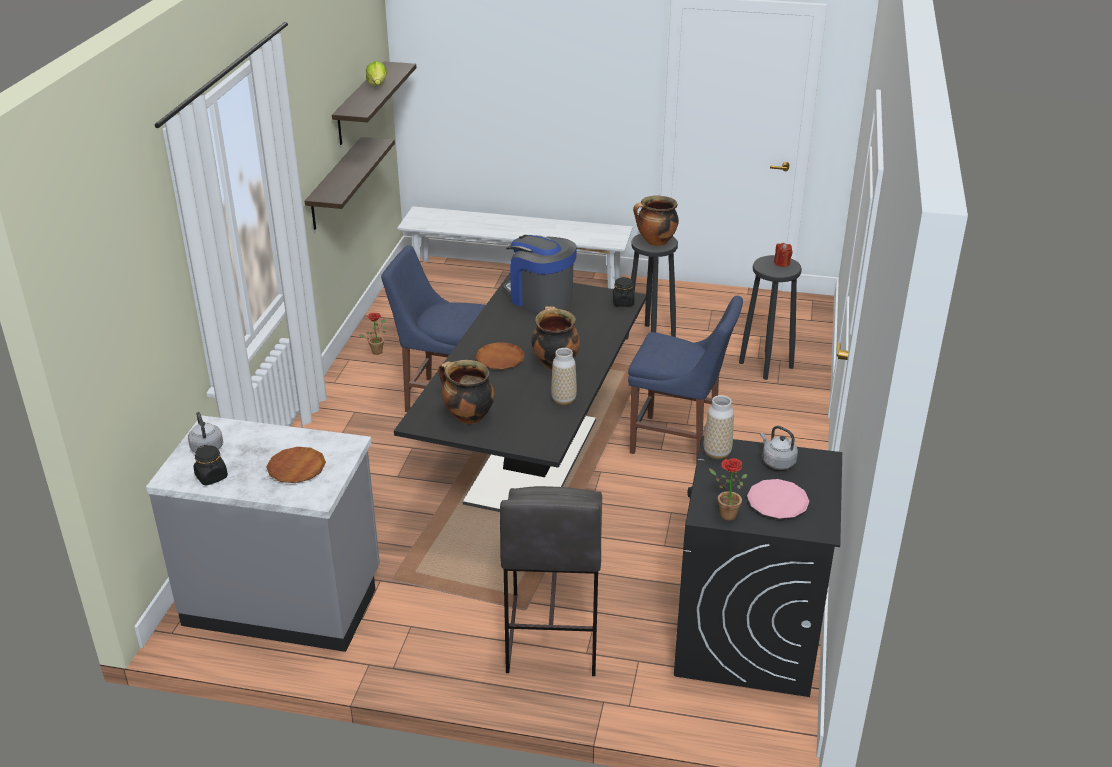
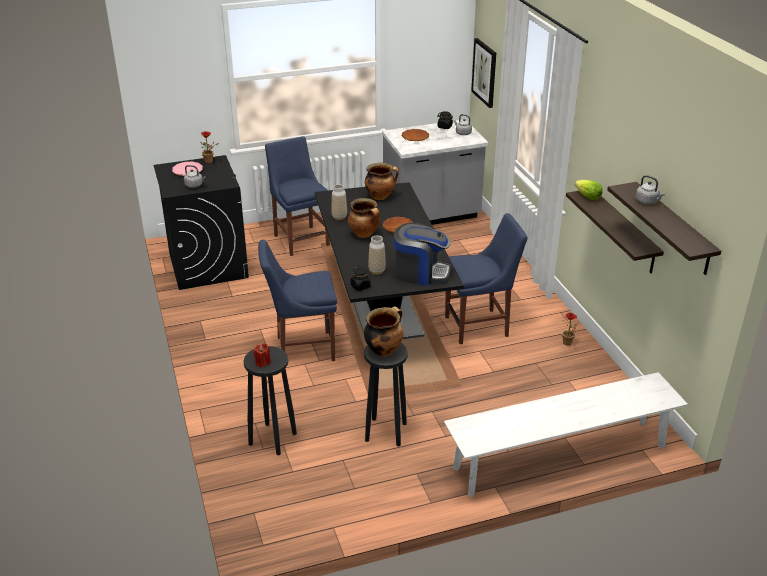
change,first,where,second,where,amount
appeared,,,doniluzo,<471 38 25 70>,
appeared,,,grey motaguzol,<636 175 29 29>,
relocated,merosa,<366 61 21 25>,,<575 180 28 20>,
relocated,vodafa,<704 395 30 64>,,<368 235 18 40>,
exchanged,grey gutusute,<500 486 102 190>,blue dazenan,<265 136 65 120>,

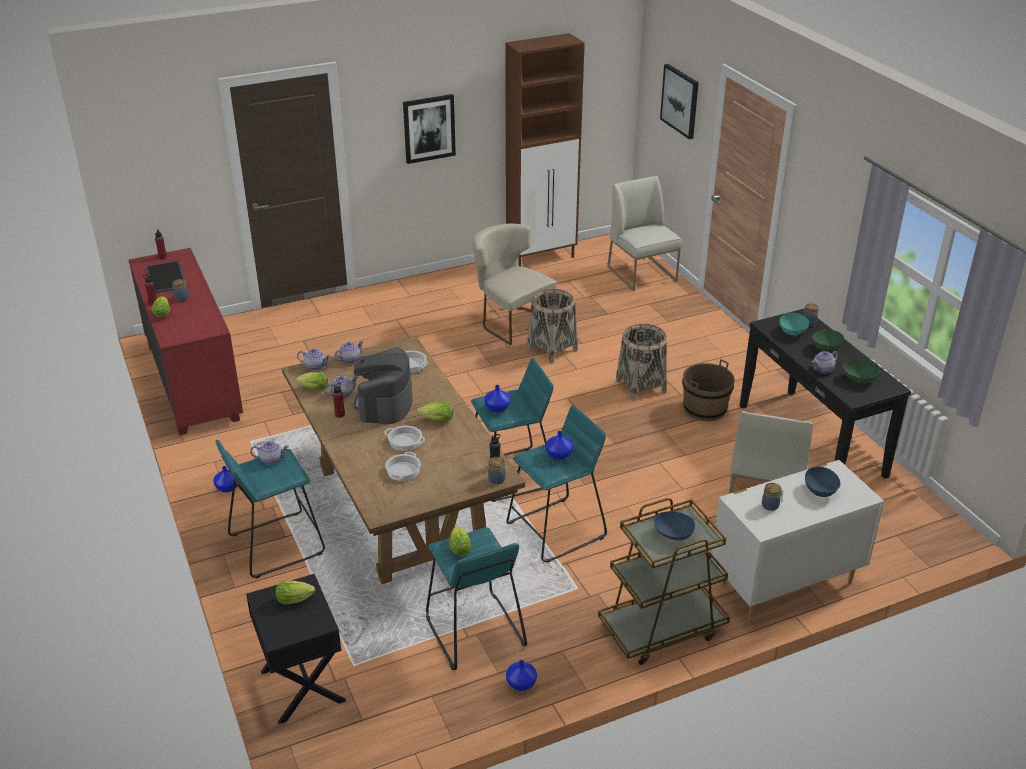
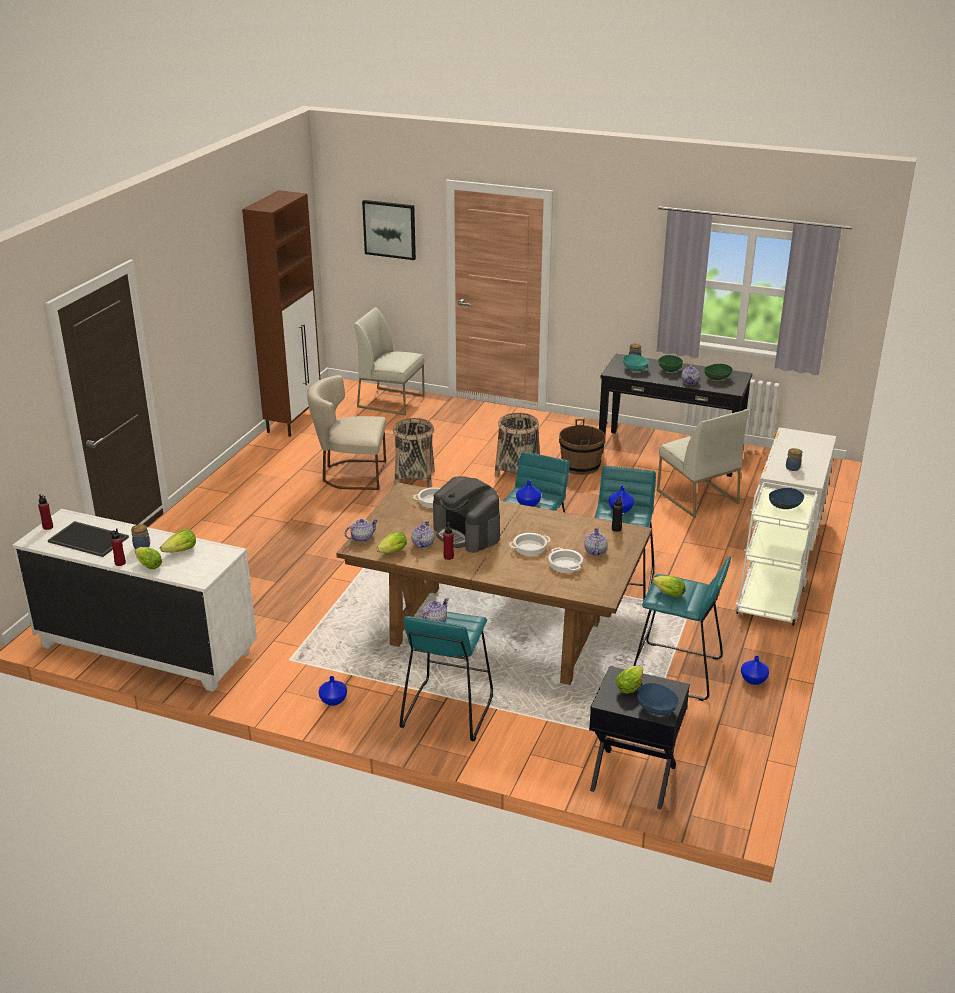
change,first,where,second,where,amount
missing,doniluzo,<403 94 53 70>,,,
missing,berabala,<488 457 18 27>,,,
relocated,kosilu,<334 340 30 24>,,<584 528 24 28>,
relocated,merosa,<416 402 37 20>,,<160 529 36 23>,
relocated,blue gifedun,<805 467 35 30>,,<637 683 42 32>,
colour,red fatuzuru,<129 248 114 187>,white fatuzuru,<12 509 245 183>,
colour,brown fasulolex,<598 498 132 167>,white fasulolex,<735 482 83 144>,

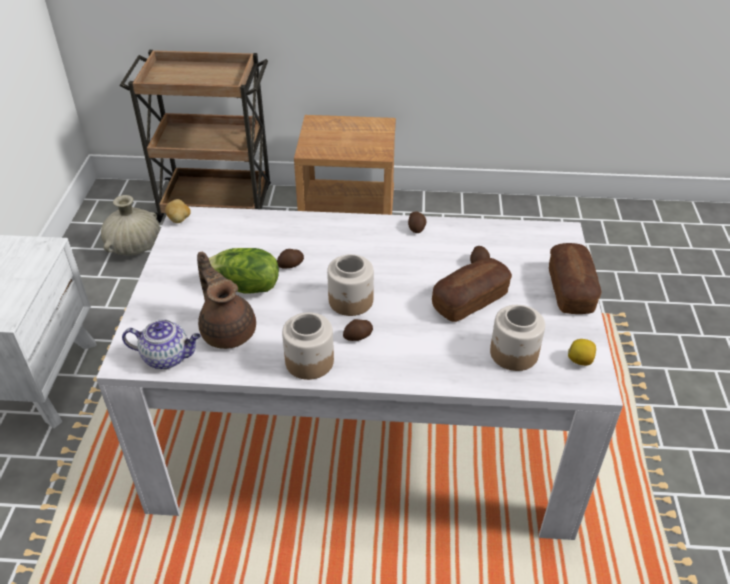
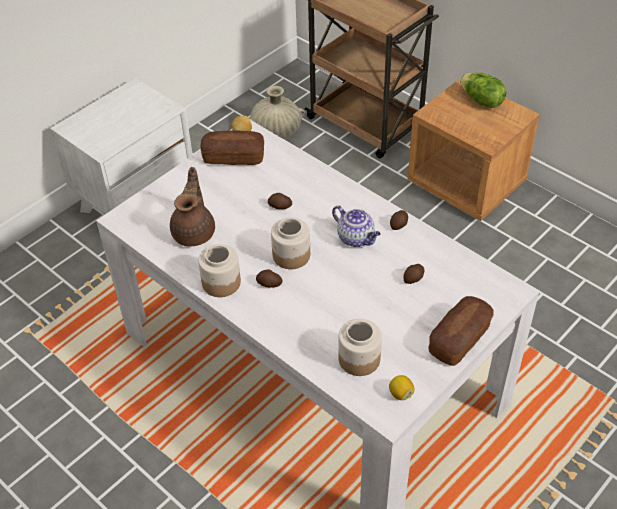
change,first,where,second,where,amount
relocated,kosilu,<122 319 79 50>,,<332 205 49 42>,
relocated,merosa,<209 248 70 45>,,<460 72 46 36>,
relocated,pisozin,<432 258 80 64>,,<200 130 64 35>,

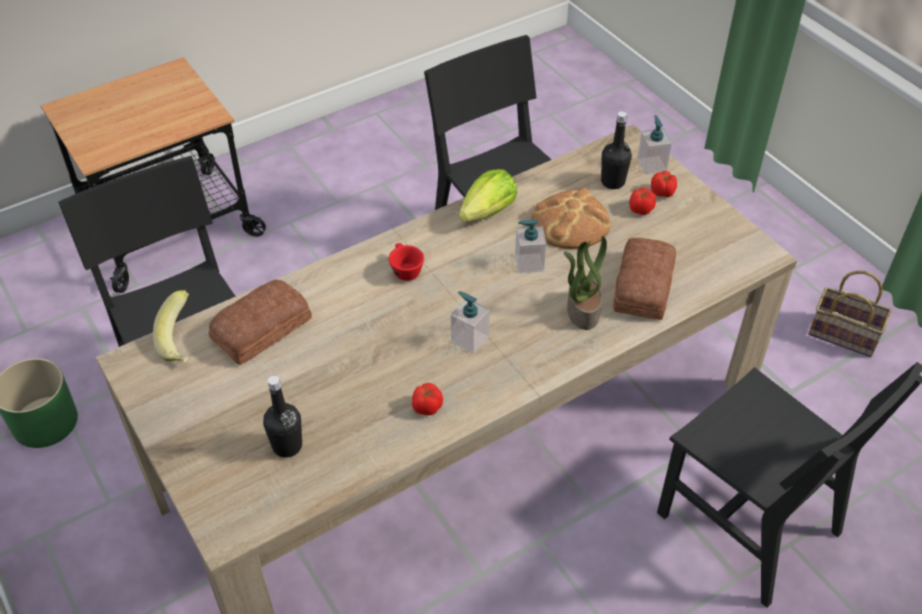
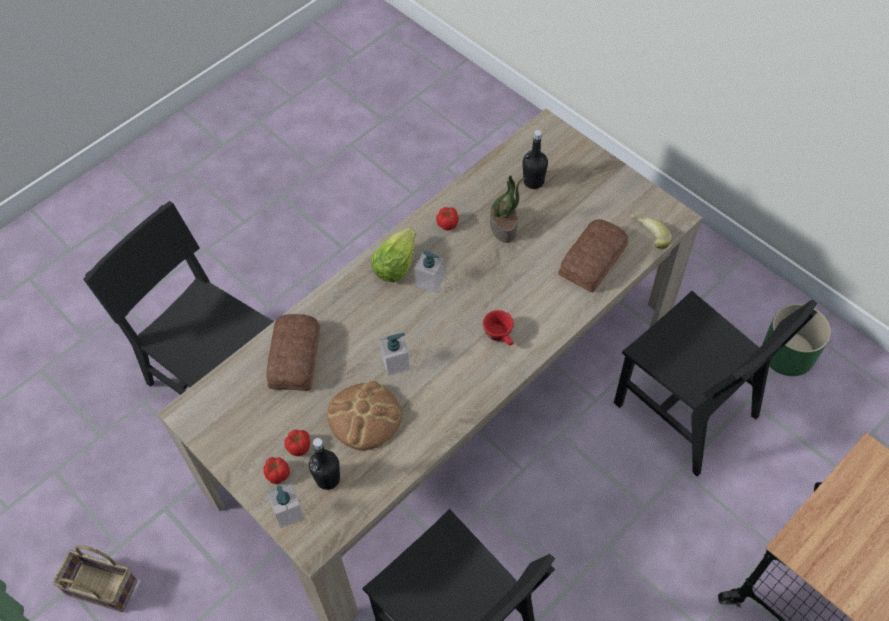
change,first,where,second,where,amount
relocated,merosa,<459 169 58 53>,,<371 228 45 55>,
relocated,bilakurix,<564 236 43 94>,,<490 175 35 68>,

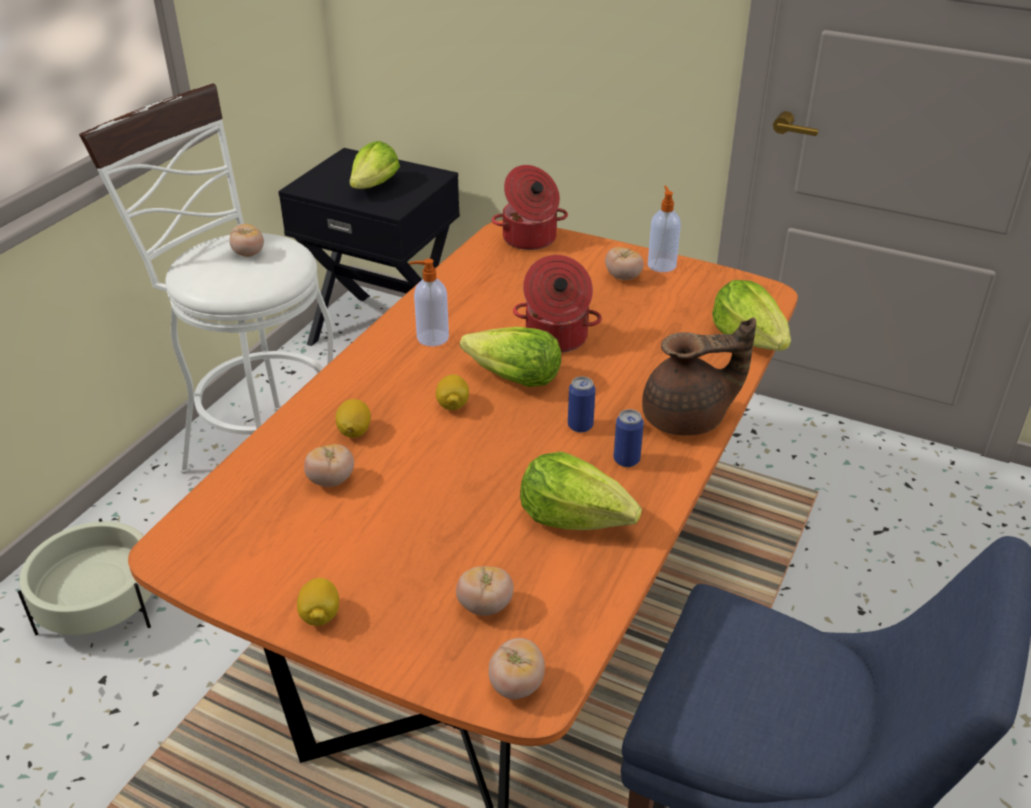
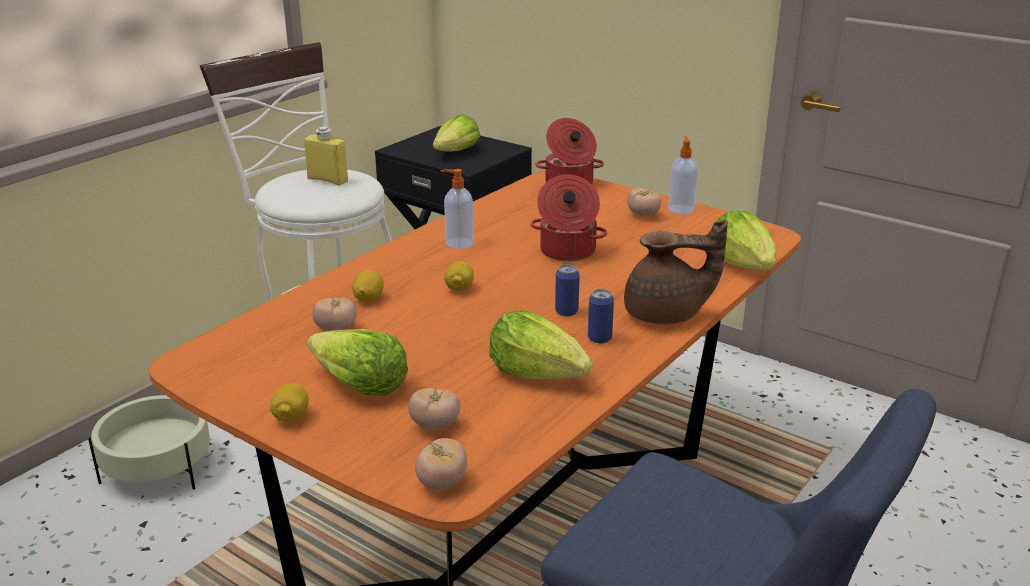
change,first,where,second,where,amount
relocated,merosa,<460 327 101 60>,,<307 329 101 67>,
exchanged,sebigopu,<229 224 35 33>,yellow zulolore,<304 127 44 59>,

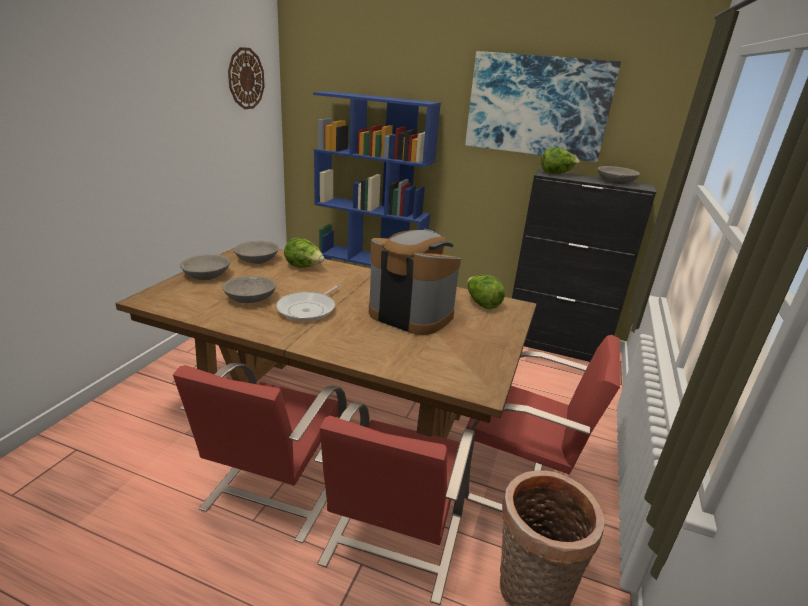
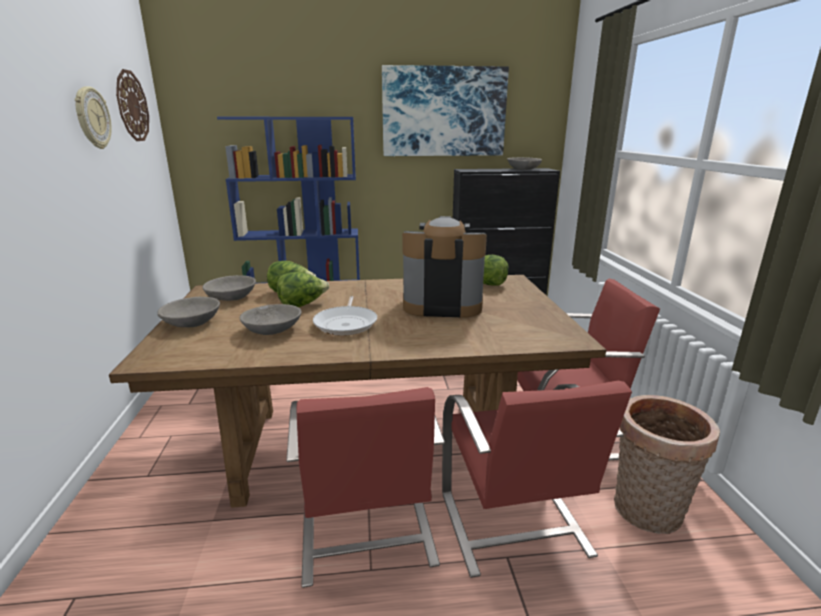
change,first,where,second,where,amount
appeared,,,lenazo,<75 86 37 63>,
relocated,merosa,<541 148 39 26>,,<277 272 52 35>,

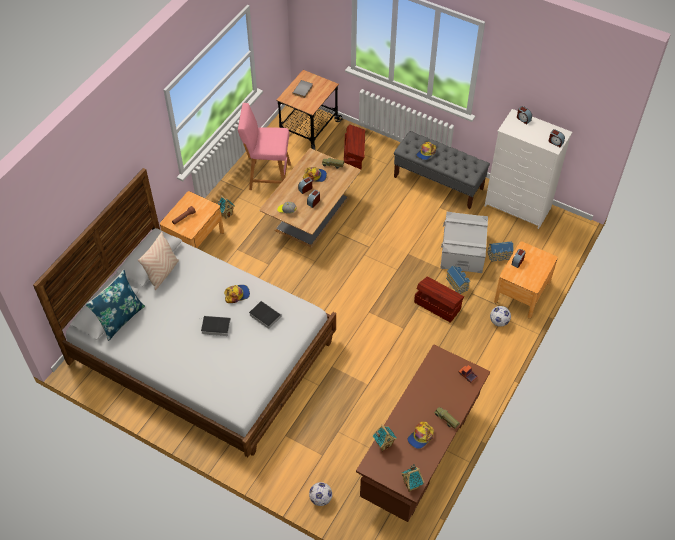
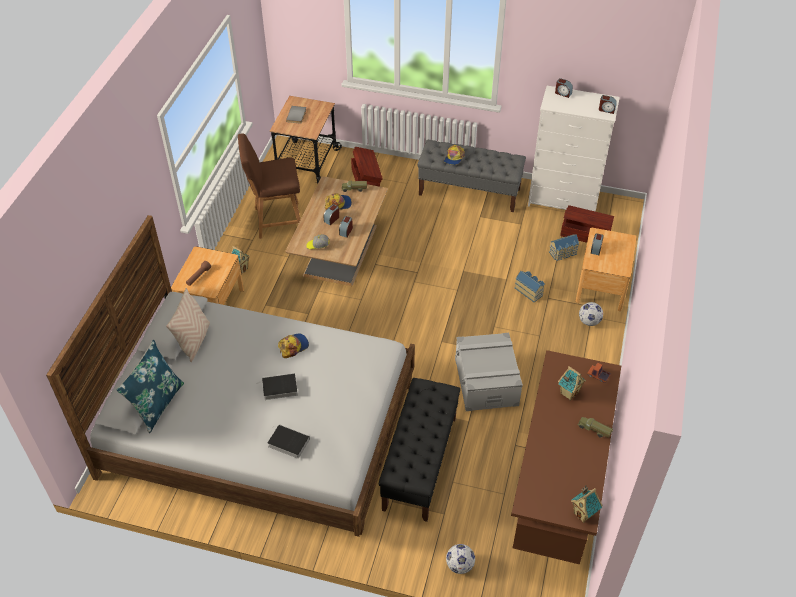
change,first,where,second,where,amount
missing,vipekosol,<407 422 27 27>,,,
appeared,,,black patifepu,<379 378 81 144>,
relocated,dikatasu,<249 301 32 28>,,<268 424 42 35>,
relocated,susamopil,<373 424 24 27>,,<558 366 28 34>,
relocated,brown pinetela,<414 276 50 47>,,<560 205 54 38>,
relocated,grey pinetela,<440 212 48 61>,,<455 332 68 79>,
colour,pink gutusute,<238 103 53 87>,brown gutusute,<238 133 63 106>,

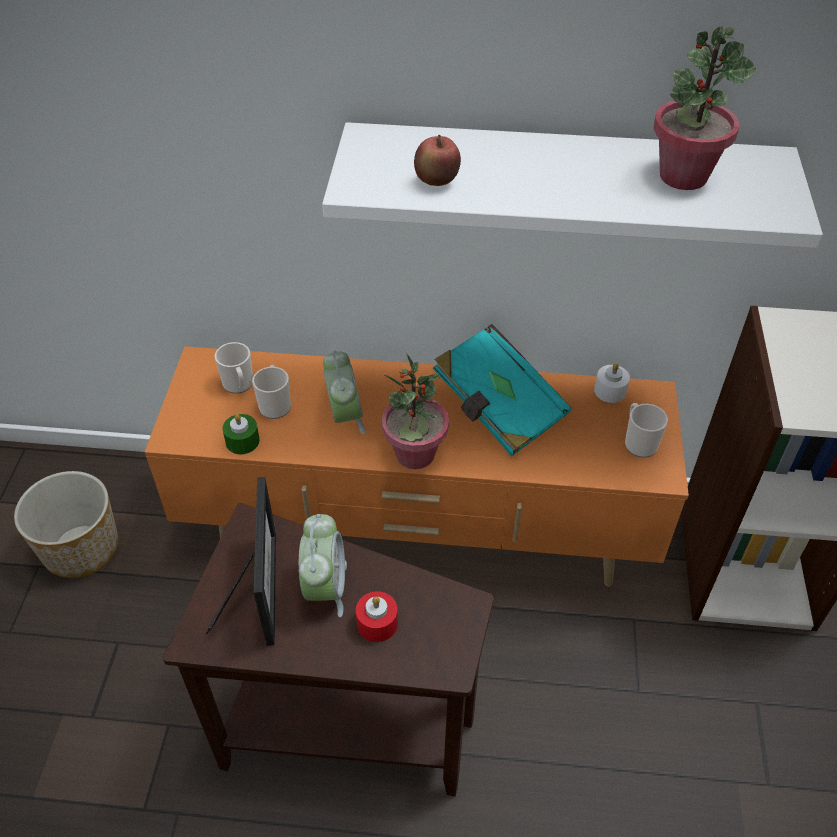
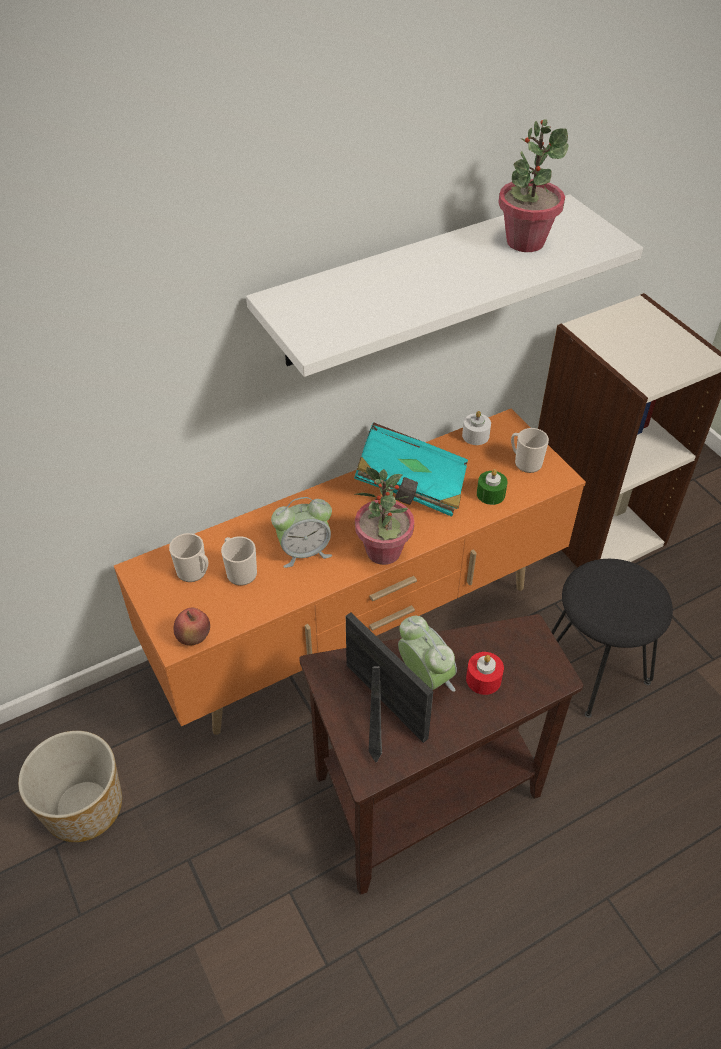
change,first,where,second,where,amount
appeared,,,black gutusute,<551 559 122 159>,
relocated,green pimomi,<222 414 38 40>,,<477 469 31 36>,
relocated,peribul,<414 135 47 51>,,<174 608 36 37>,
spun,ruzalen,<323 350 42 84>,,<271 497 61 71>,120 degrees clockwise

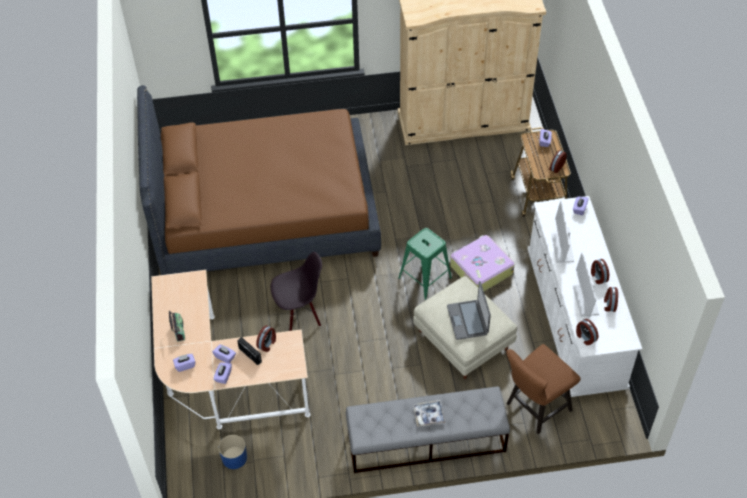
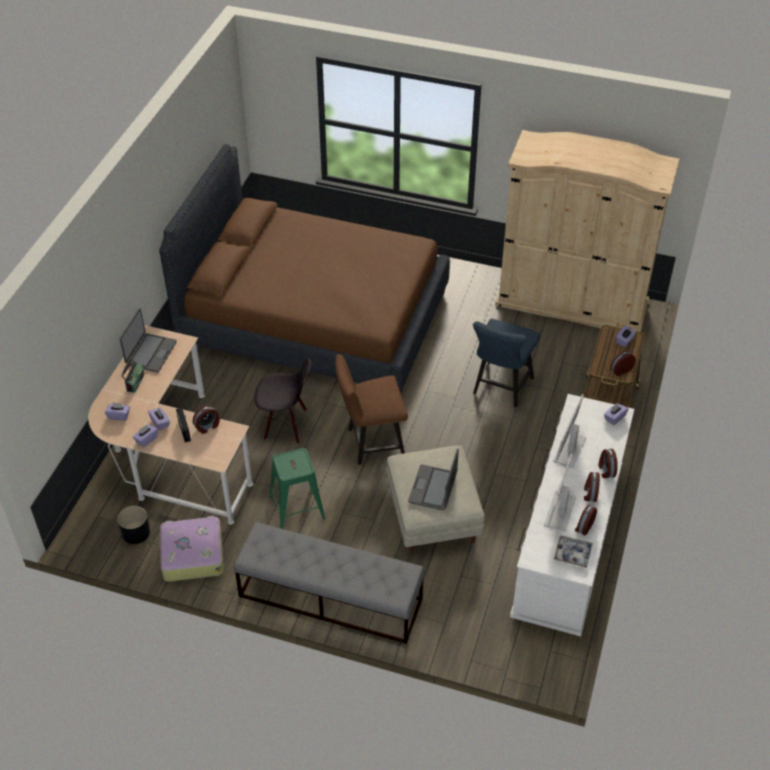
change,first,where,second,where,amount
appeared,,,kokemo,<120 308 57 65>,
appeared,,,blue dazenan,<473 319 67 88>,
relocated,green gutusute,<398 228 54 72>,,<269 448 56 81>,
relocated,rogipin,<413 400 32 27>,,<554 536 39 32>,
relocated,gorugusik,<450 235 65 56>,,<160 516 64 66>,
relocated,brown dazenan,<506 344 75 90>,,<335 354 73 111>,
relocated,ruzalen,<576 319 22 26>,,<598 449 20 29>,
colour,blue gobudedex,<219 435 28 34>,black gobudedex,<117 506 33 38>,

